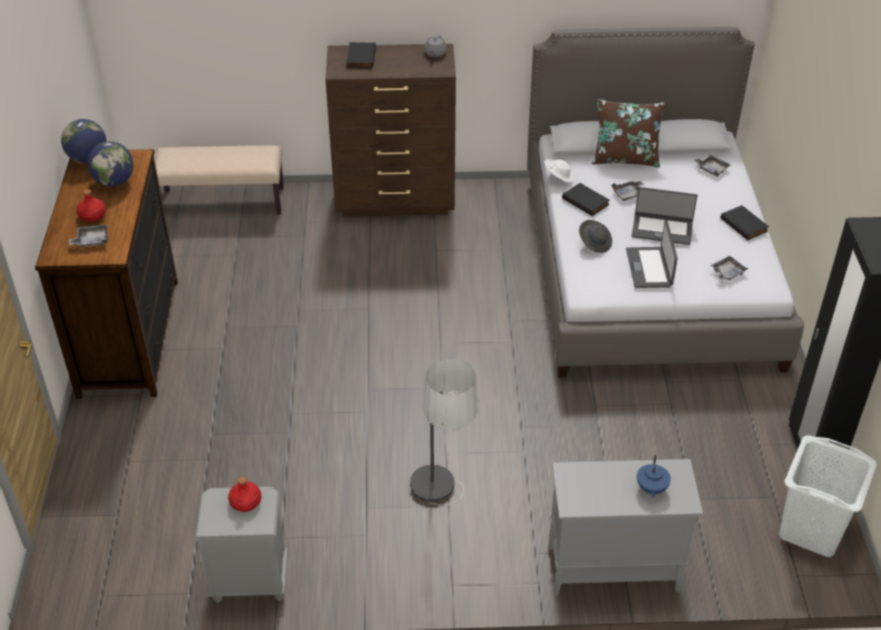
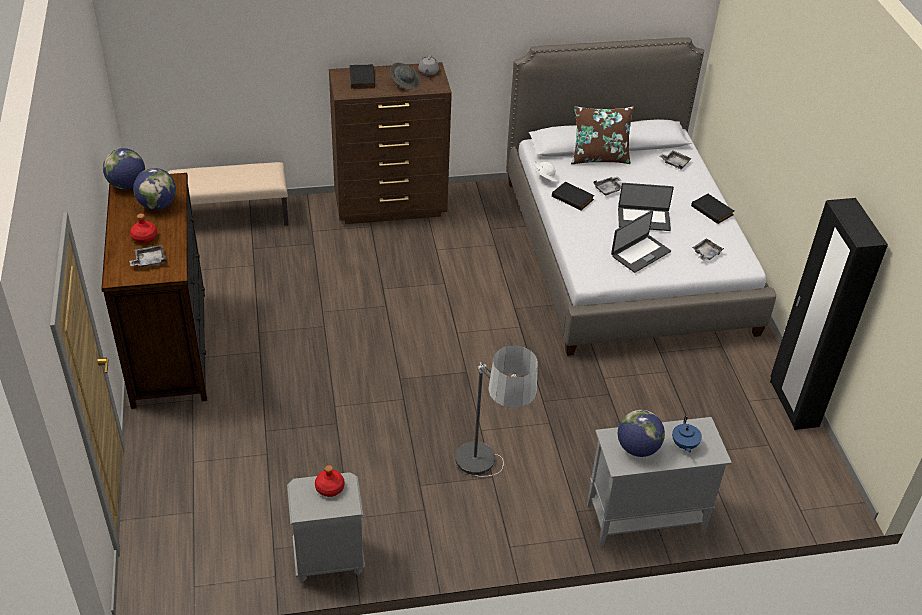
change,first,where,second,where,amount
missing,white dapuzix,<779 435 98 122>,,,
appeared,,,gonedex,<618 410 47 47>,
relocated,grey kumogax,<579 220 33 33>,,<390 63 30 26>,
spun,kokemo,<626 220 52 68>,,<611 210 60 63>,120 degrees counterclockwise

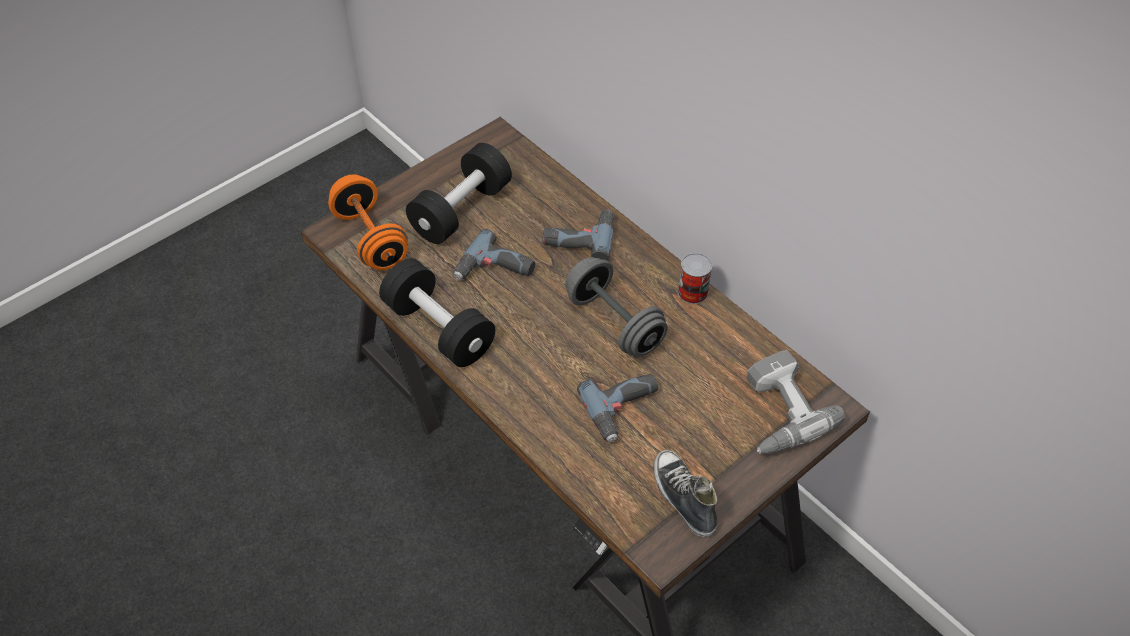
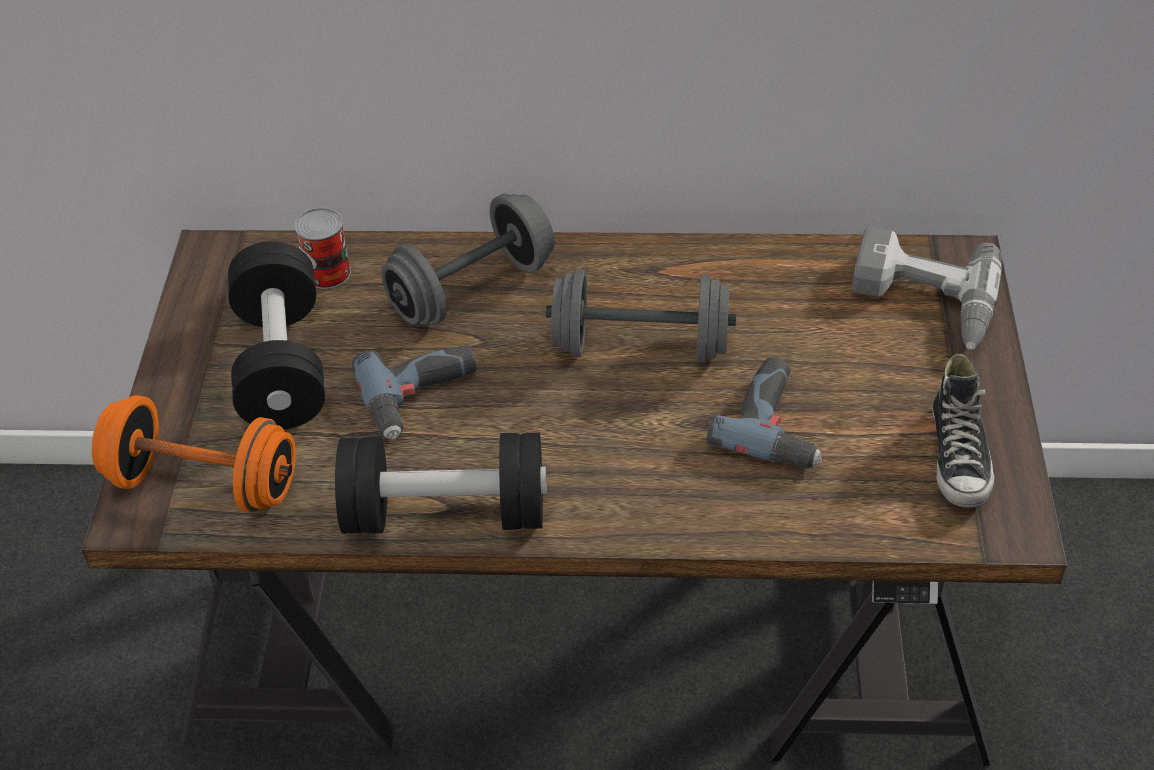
change,first,where,second,where,amount
relocated,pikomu,<678 253 34 51>,,<294 207 57 82>,
exchanged,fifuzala,<542 209 72 51>,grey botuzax,<381 194 173 131>,
spun,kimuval,<654 450 64 87>,,<932 353 62 155>,105 degrees counterclockwise

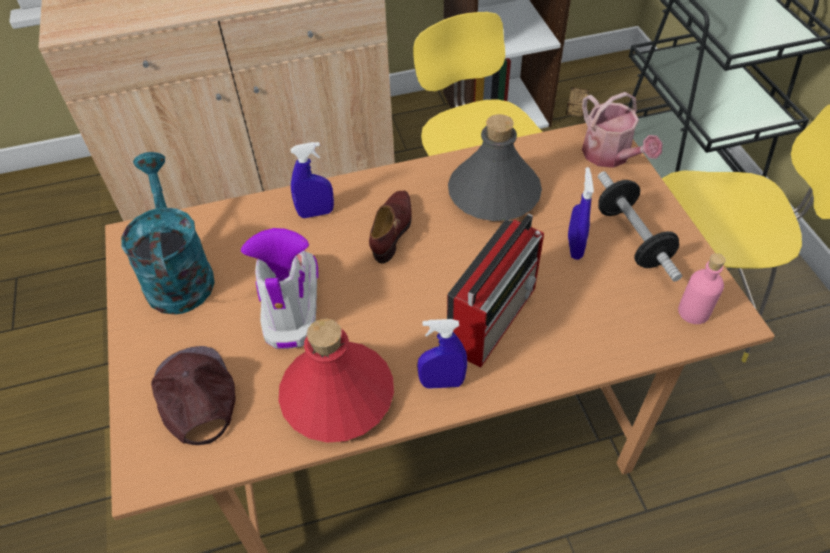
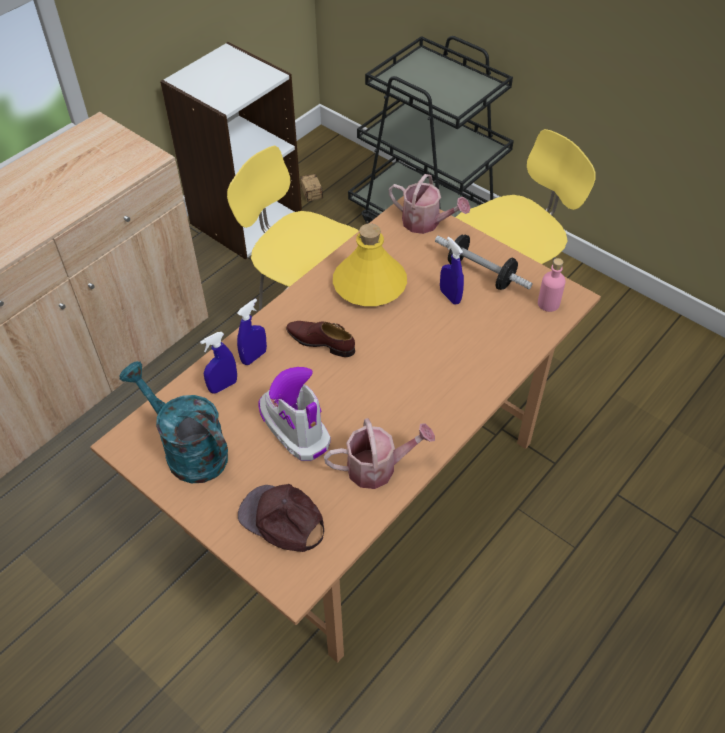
change,first,where,second,where,amount
missing,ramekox,<447 214 97 154>,,,
relocated,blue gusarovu,<417 319 50 70>,,<200 332 37 62>,
exchanged,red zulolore,<279 318 115 124>,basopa,<324 418 111 71>,
colour,grey zulolore,<448 114 94 107>,yellow zulolore,<333 223 74 83>,
spun,brown kimuval,<369 191 43 73>,,<286 321 69 36>,45 degrees counterclockwise

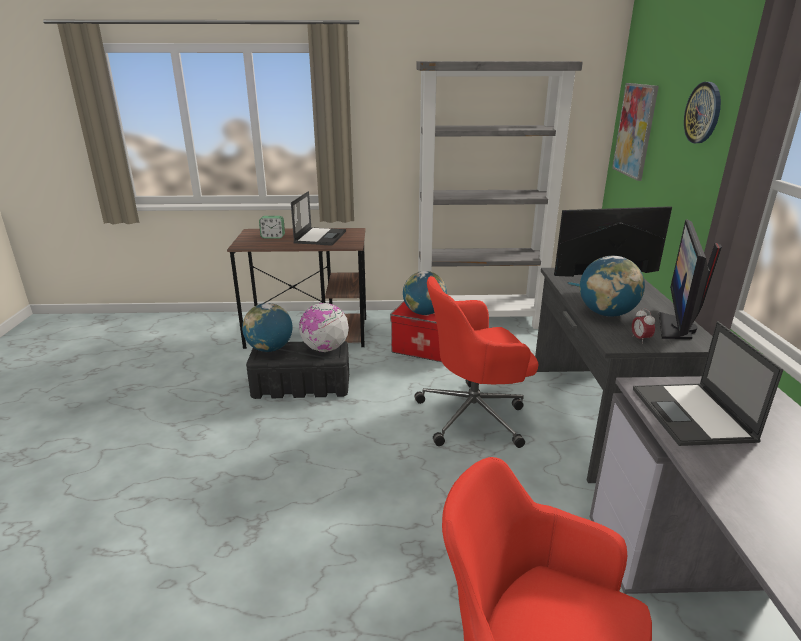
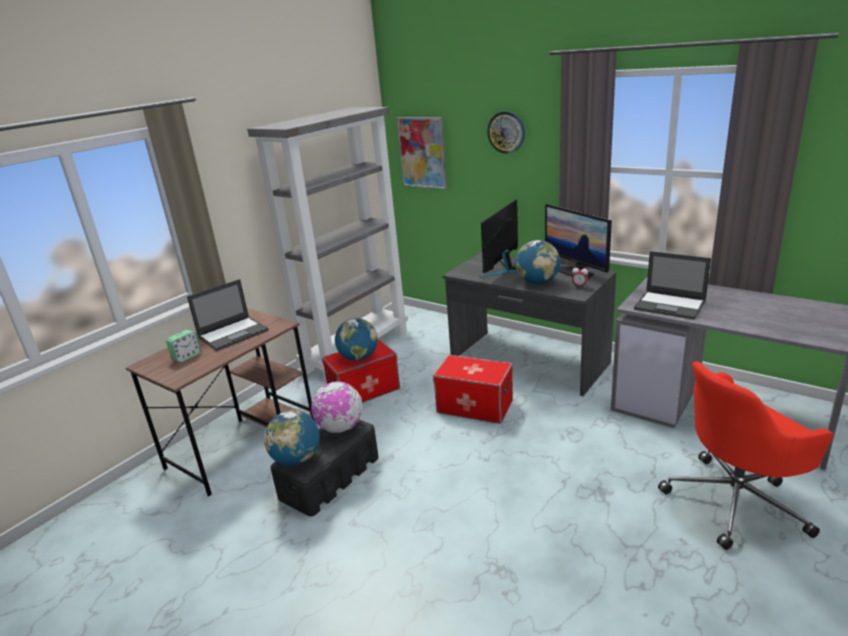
change,first,where,second,where,amount
exchanged,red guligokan,<414 276 125 172>,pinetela,<433 355 80 69>,
spun,kokemo,<291 191 55 55>,,<187 279 82 72>,90 degrees clockwise

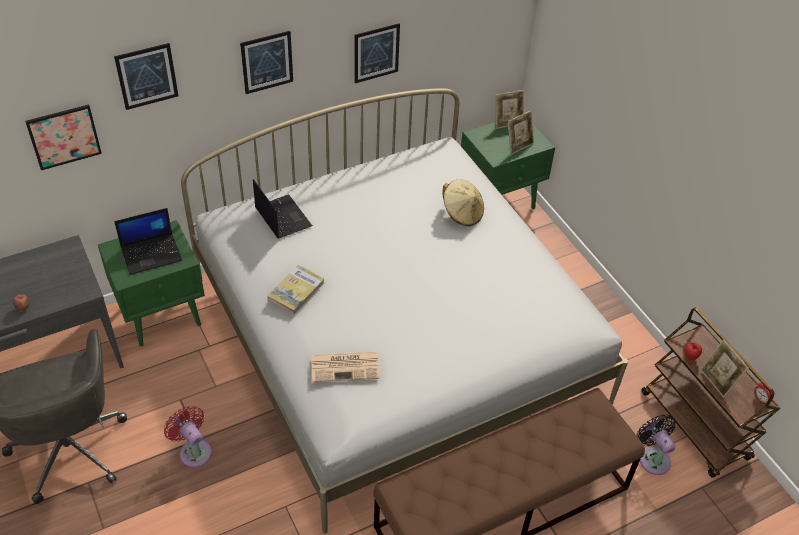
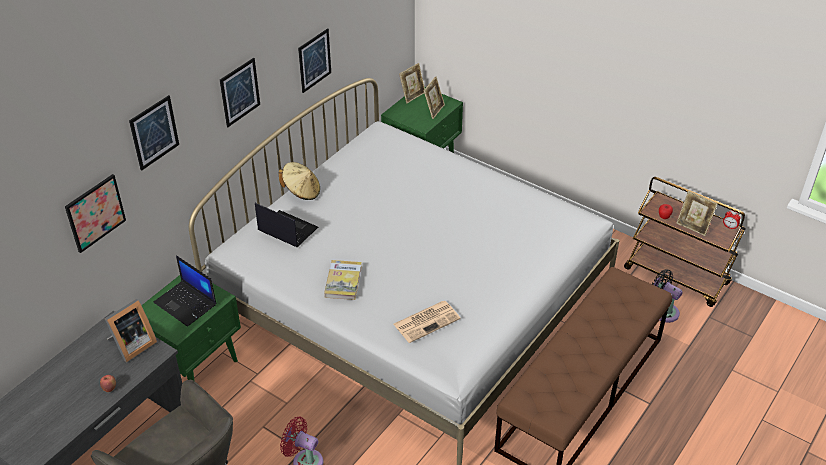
change,first,where,second,where,amount
appeared,,,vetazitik,<105 299 52 63>,
relocated,beige kumogax,<442 179 42 47>,,<279 162 41 38>,
spun,kokemo,<114 208 68 67>,,<154 255 62 72>,90 degrees clockwise

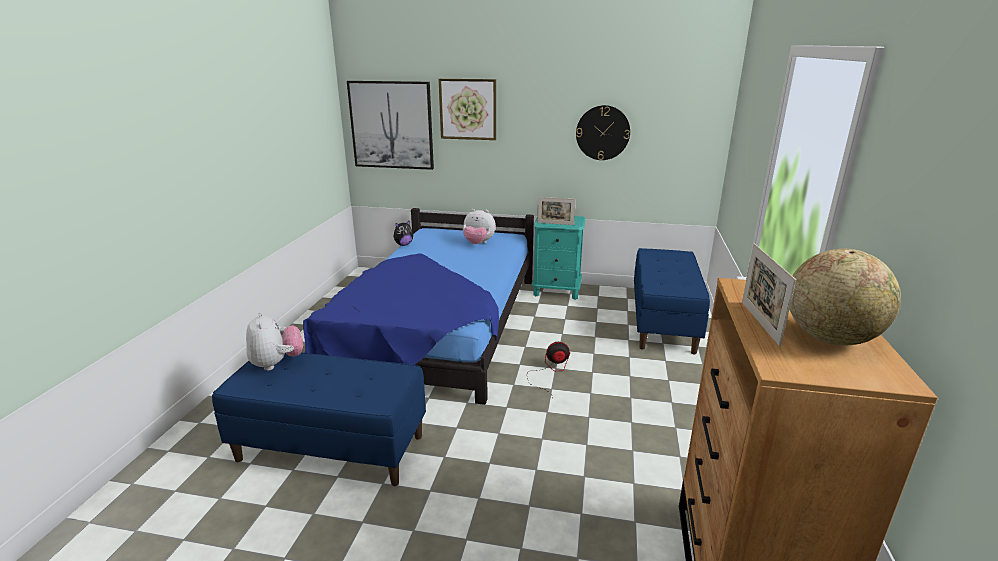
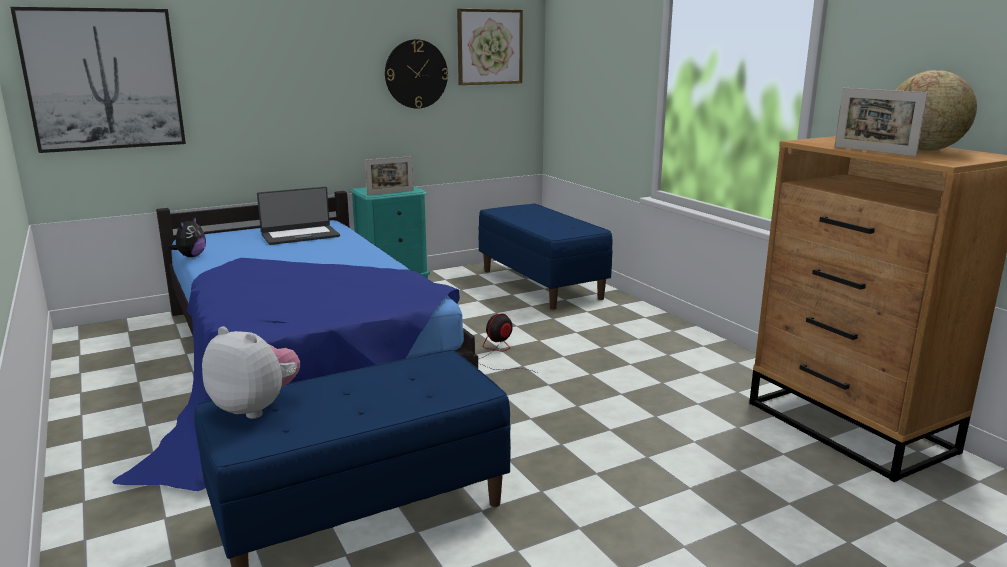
change,first,where,second,where,amount
relocated,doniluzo,<439 79 57 61>,,<457 9 66 76>,
exchanged,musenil,<463 209 33 35>,kokemo,<257 187 83 58>,

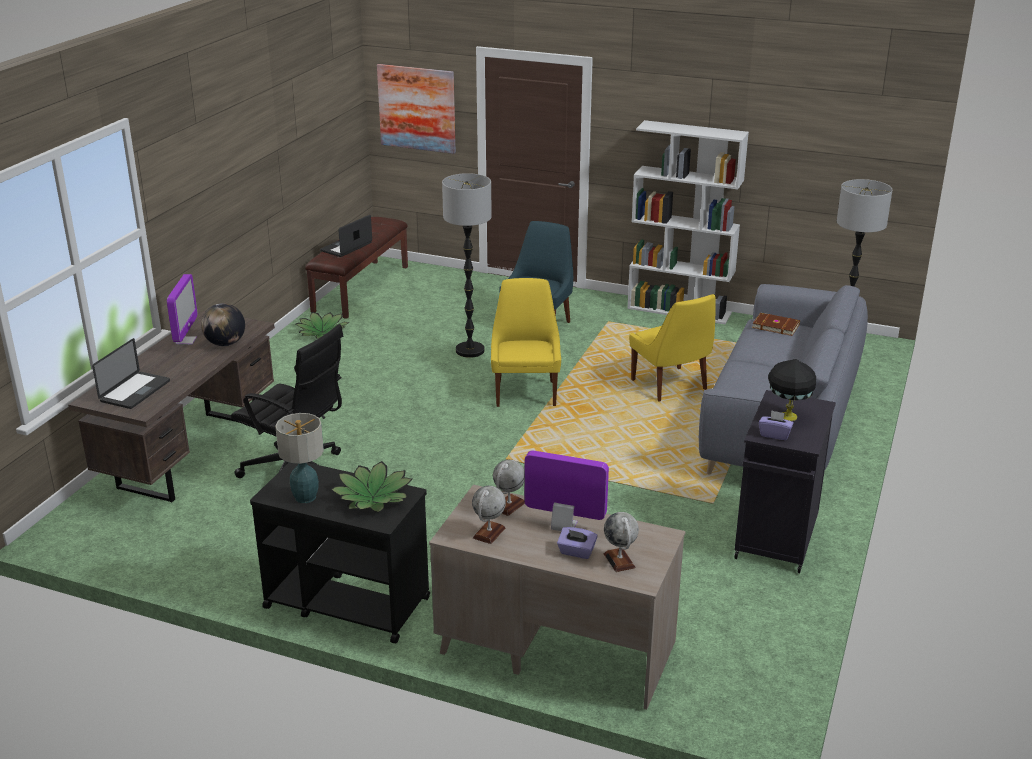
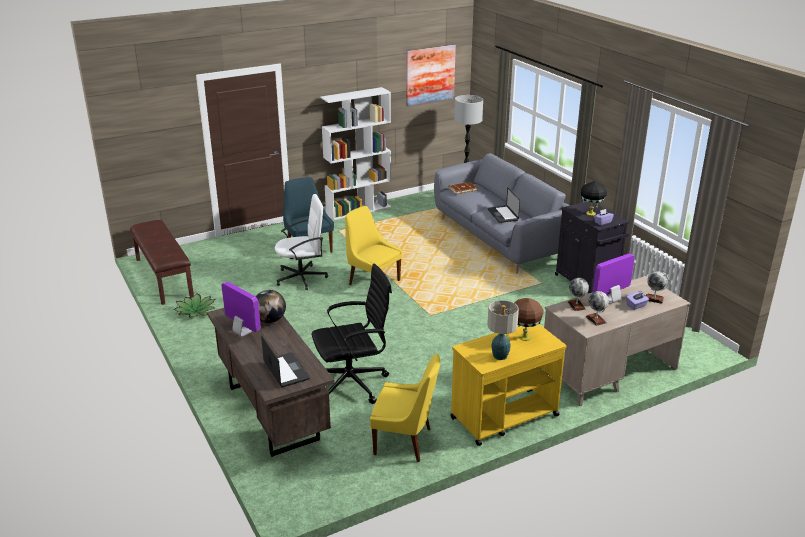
change,first,where,second,where,amount
relocated,kokemo,<320 215 52 42>,,<488 187 32 36>,
relocated,doniluzo,<377 64 79 90>,,<406 45 50 61>,
relocated,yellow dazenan,<629 294 87 108>,,<370 353 70 109>,
exchanged,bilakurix,<331 461 81 52>,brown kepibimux,<515 298 29 43>,
exchanged,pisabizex,<442 173 50 185>,white guligokan,<275 194 53 96>,
colour,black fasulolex,<250 463 180 180>,yellow fasulolex,<450 324 116 122>,

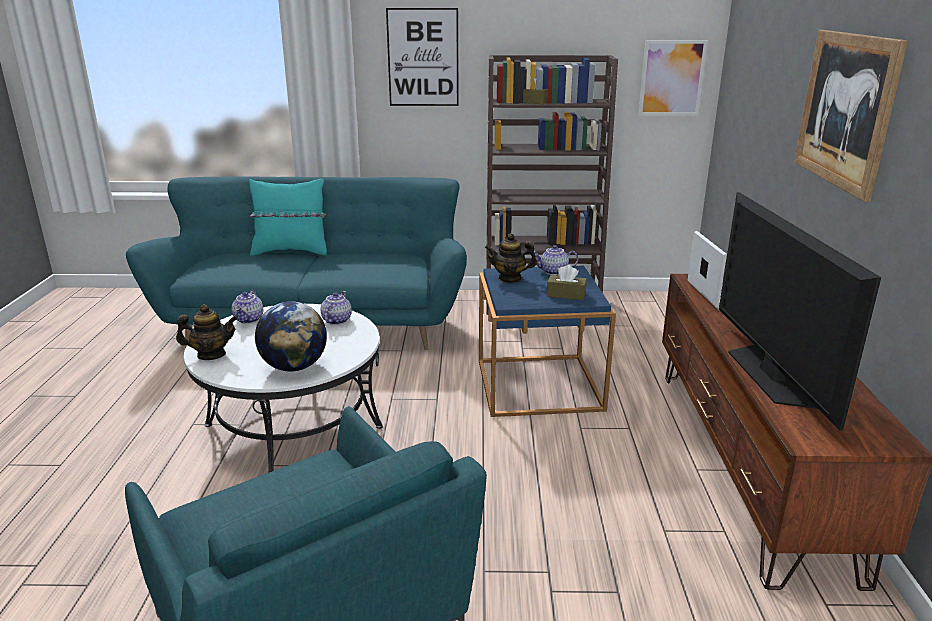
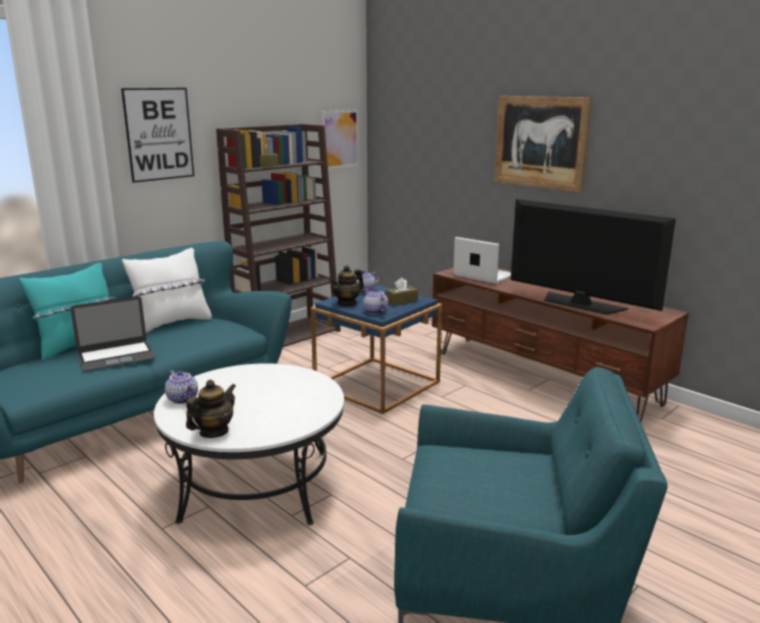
change,first,where,second,where,amount
missing,gonedex,<255 301 72 71>,,,
appeared,,,kokemo,<70 296 86 75>,
appeared,,,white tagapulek,<122 248 90 85>,
relocated,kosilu,<321 291 31 34>,,<363 288 25 27>,

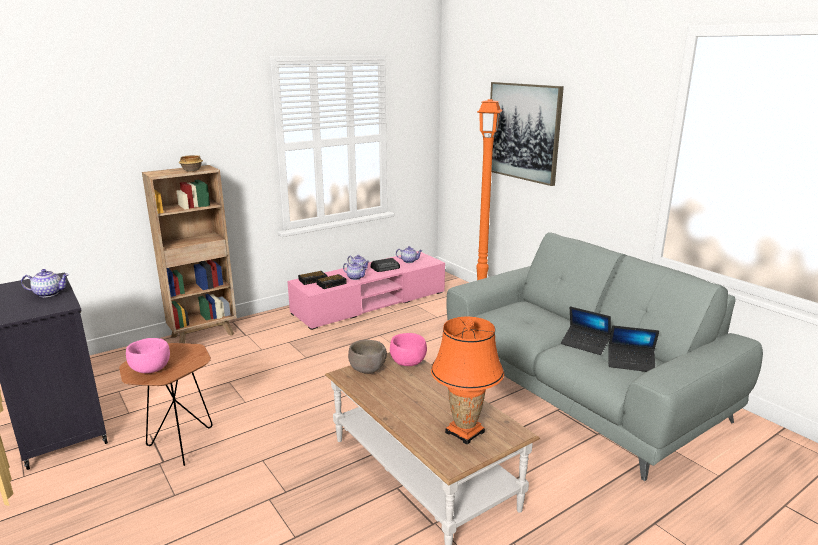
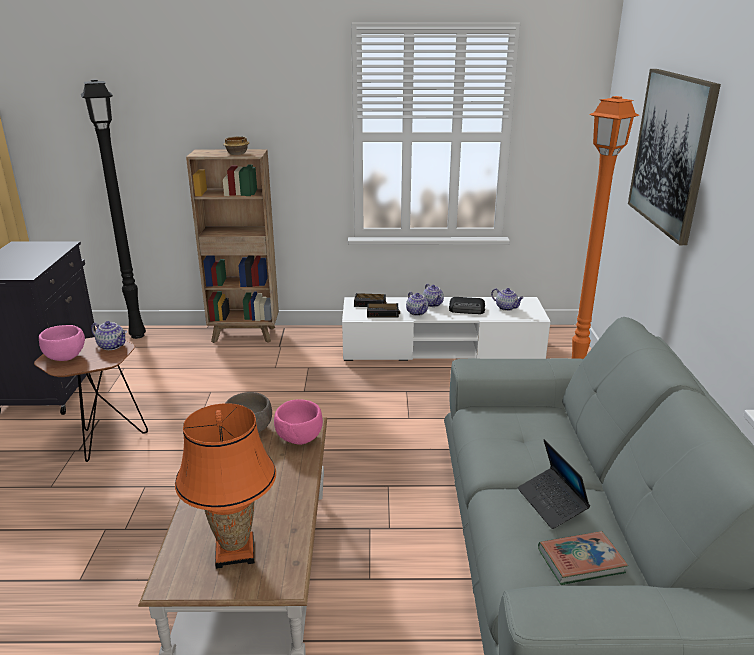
change,first,where,second,where,amount
appeared,,,black pisabizex,<81 79 65 260>,
relocated,kosilu,<21 269 48 28>,,<91 321 36 29>,
exchanged,kokemo,<608 325 51 47>,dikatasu,<538 531 90 54>,
colour,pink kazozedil,<287 251 158 79>,white kazozedil,<342 297 208 64>,

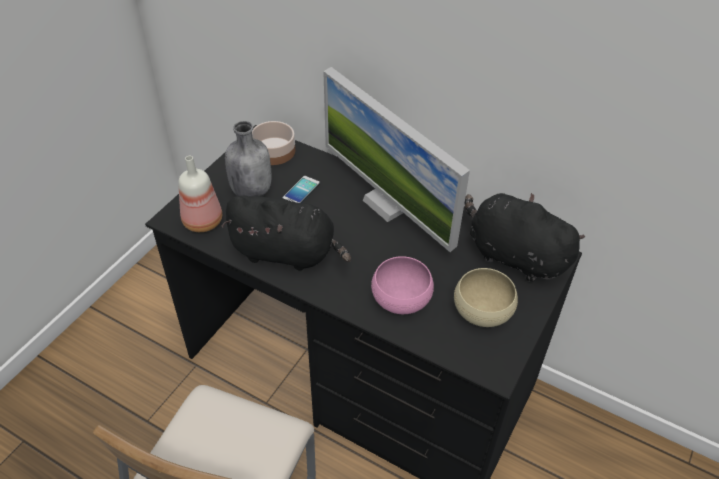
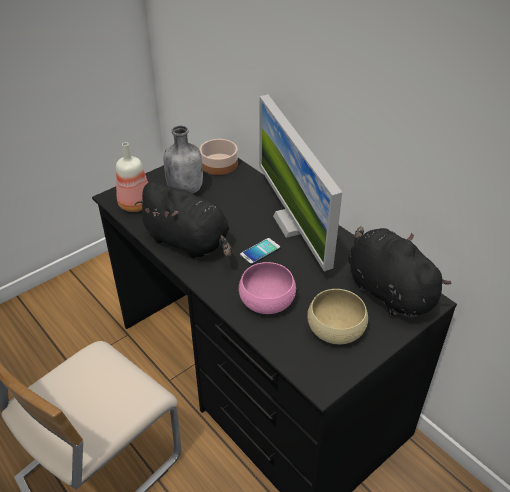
change,first,where,second,where,amount
relocated,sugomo,<282 176 38 27>,,<240 238 41 27>,

